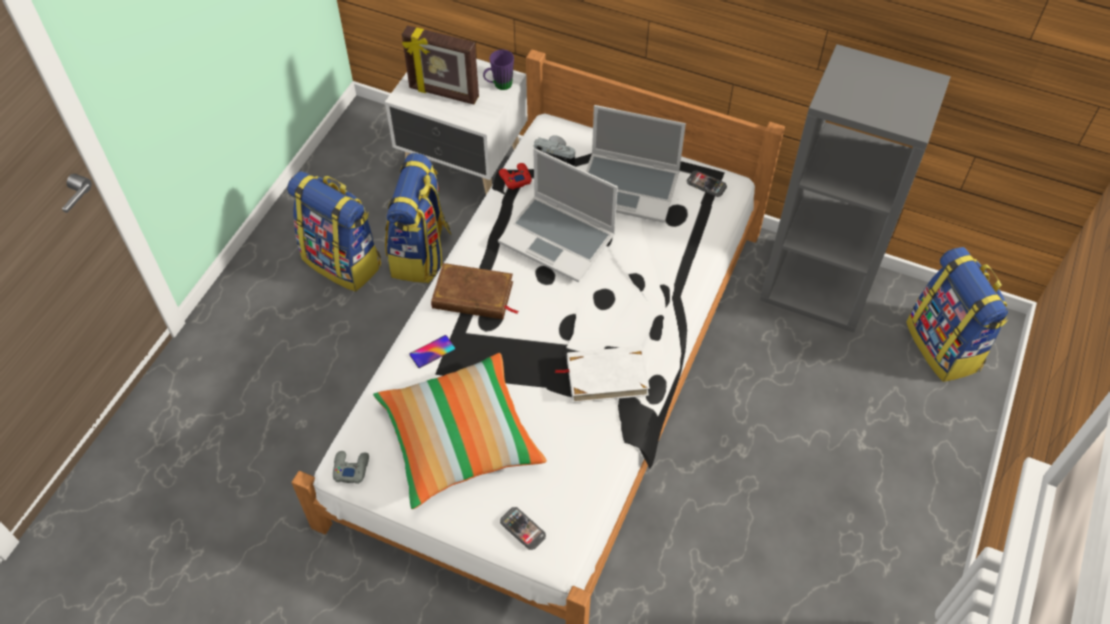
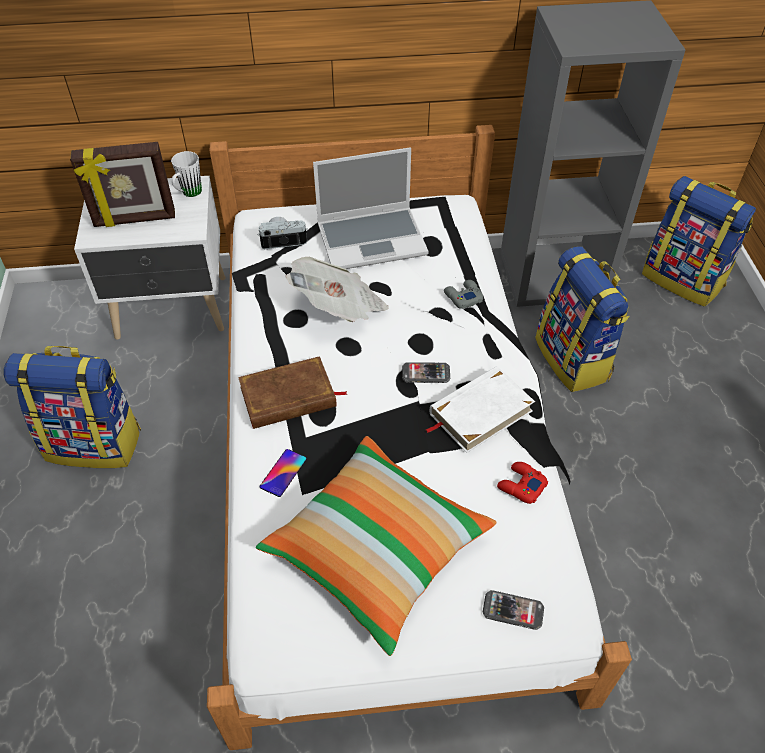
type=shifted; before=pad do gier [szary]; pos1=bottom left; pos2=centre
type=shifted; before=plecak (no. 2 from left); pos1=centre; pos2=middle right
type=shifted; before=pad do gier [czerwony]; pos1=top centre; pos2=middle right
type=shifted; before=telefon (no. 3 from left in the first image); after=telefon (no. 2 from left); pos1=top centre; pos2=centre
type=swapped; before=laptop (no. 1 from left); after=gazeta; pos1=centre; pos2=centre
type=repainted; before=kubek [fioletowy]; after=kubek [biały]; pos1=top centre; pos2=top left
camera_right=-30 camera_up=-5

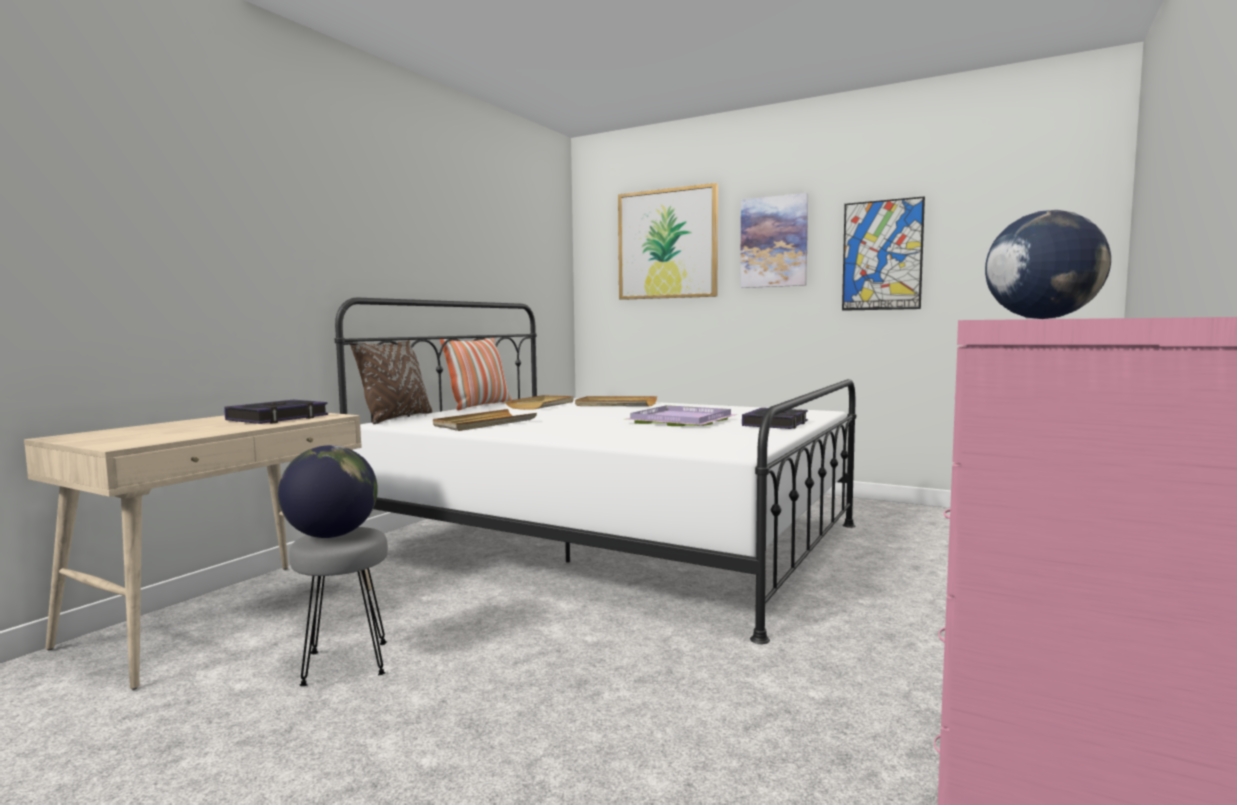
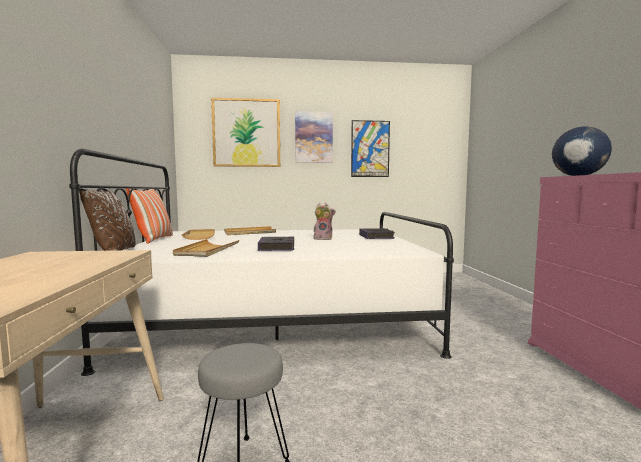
type=gone; before=globus (no. 1 from left); pos1=middle left
type=shifted; before=książka (no. 1 from left); pos1=middle left; pos2=centre
type=swapped; before=taca [fioletowy]; after=pluszak; pos1=centre; pos2=centre
camera_right=-35 camera_up=0

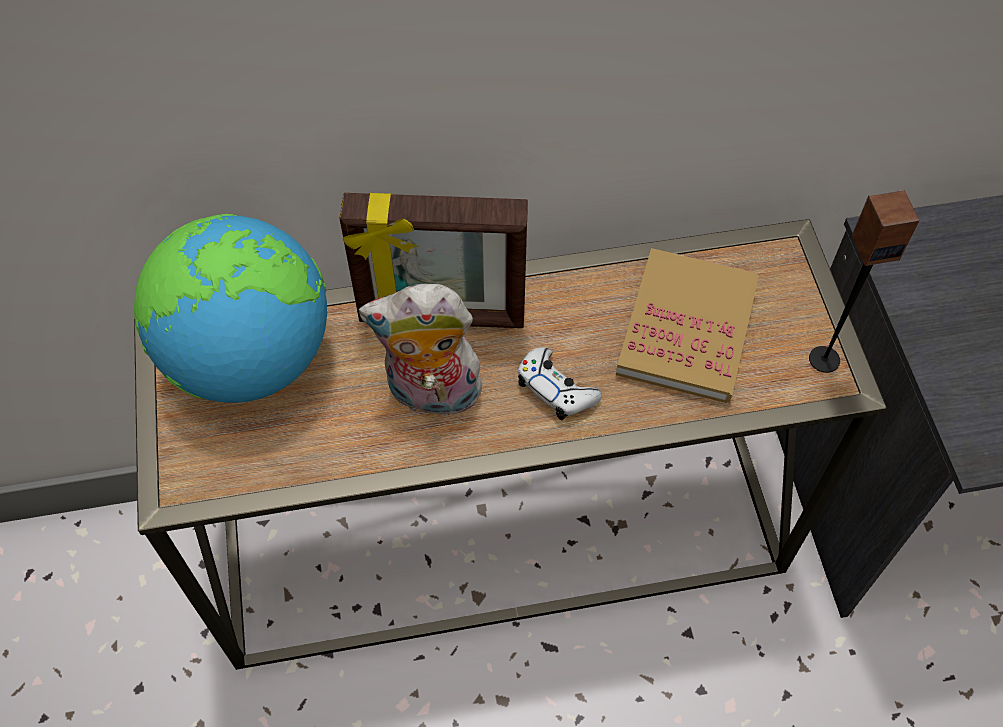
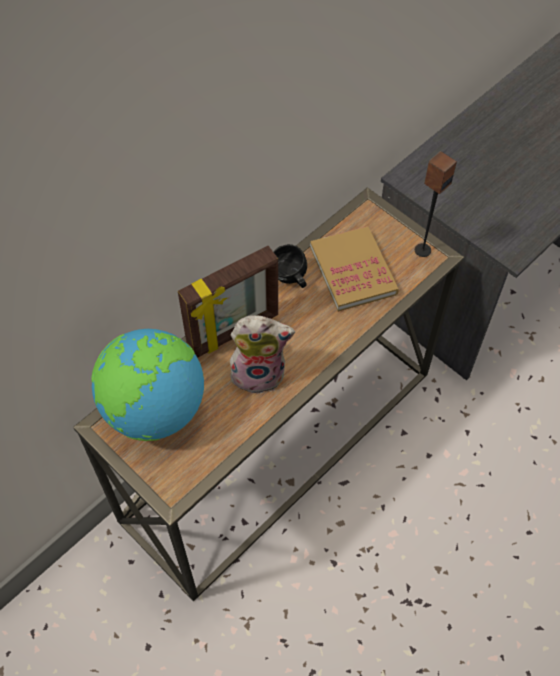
type=gone; before=pad do gier [biały]; pos1=centre
type=new; after=kubek [czarny]; pos2=centre
type=rotated; before=pluszak; pos1=centre; pos2=centre; turn=-150
camera_right=-35 camera_up=0

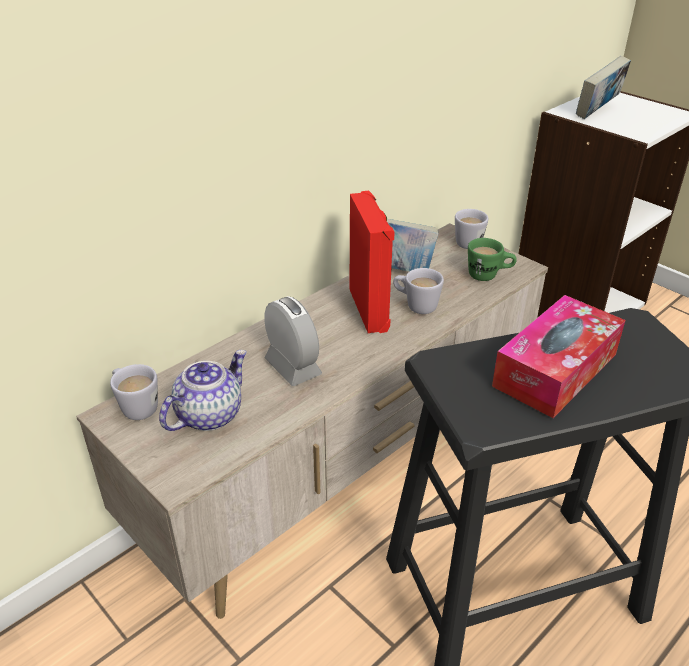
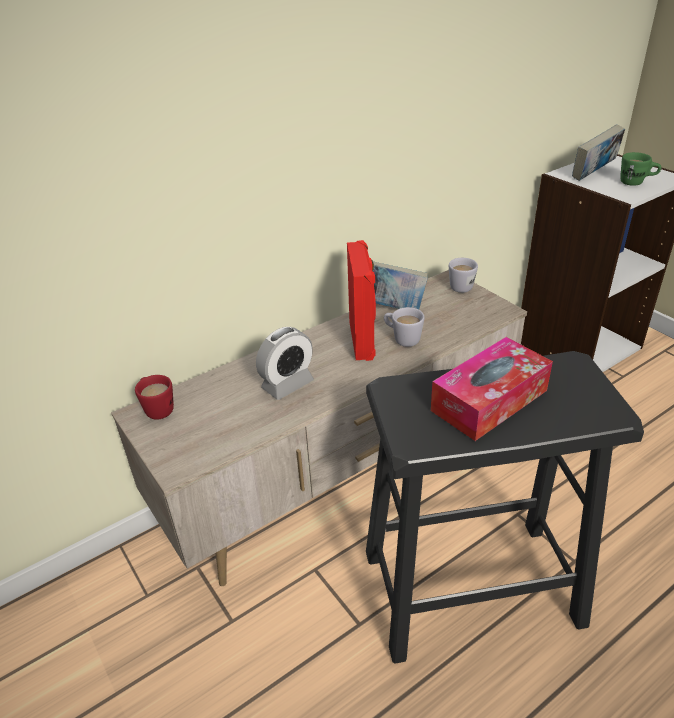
type=gone; before=imbryk; pos1=middle left
type=shifted; before=kubek [zielony]; pos1=middle right; pos2=top right
type=repainted; before=kubek [biały] (no. 1 from left); after=kubek [czerwony]; pos1=middle left; pos2=middle left
type=rotated; before=budzik; pos1=centre; pos2=centre; turn=75
camera_right=10 camera_up=0

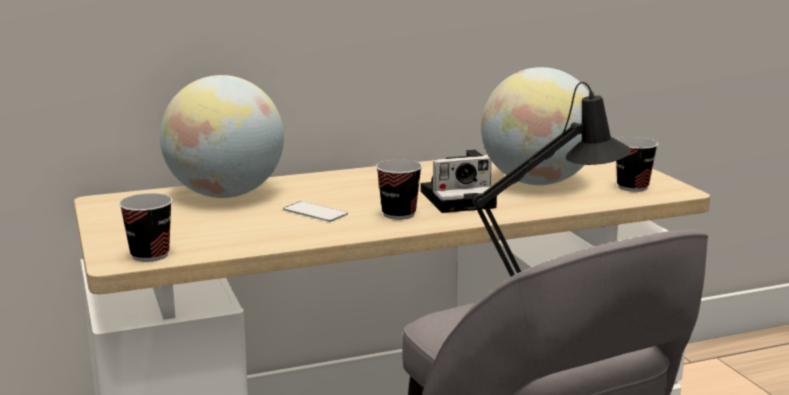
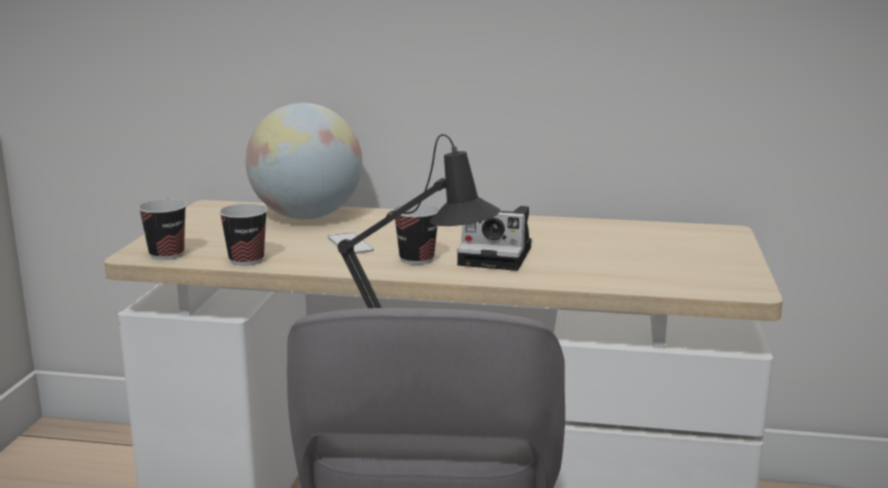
type=gone; before=globus (no. 2 from left); pos1=top right
type=shifted; before=filiżanka (no. 3 from left in the first image); after=filiżanka (no. 2 from left); pos1=middle right; pos2=middle left
camera_right=30 camera_up=0

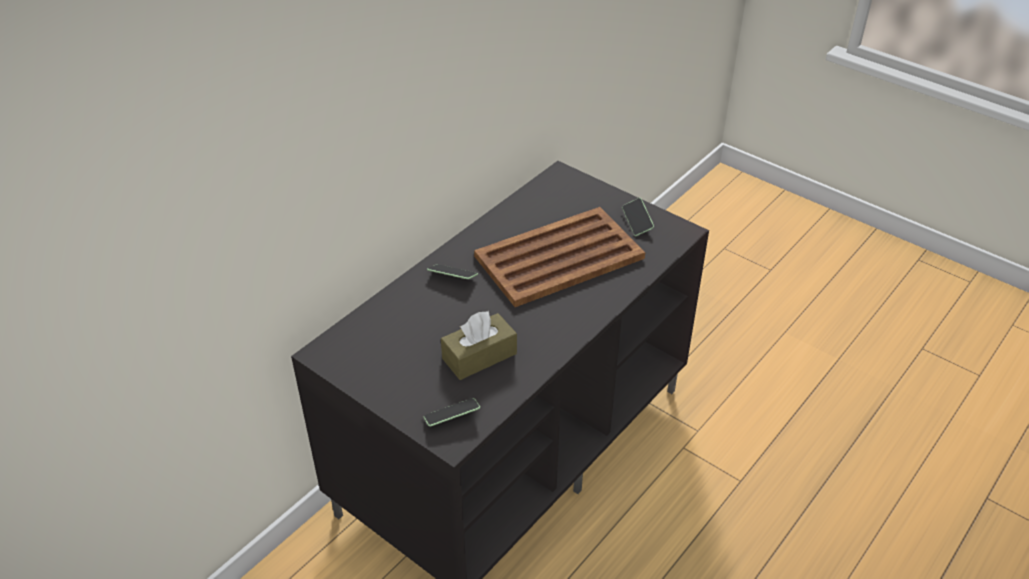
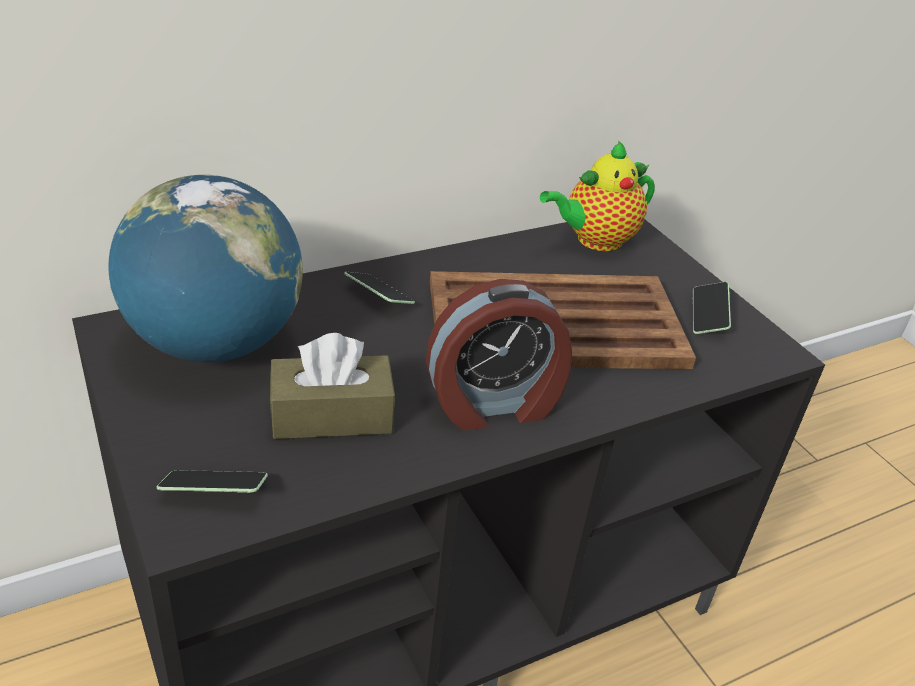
type=new; after=globus; pos2=middle left
type=new; after=budzik; pos2=centre
type=new; after=imbryk; pos2=top centre
camera_right=20 camera_up=-5

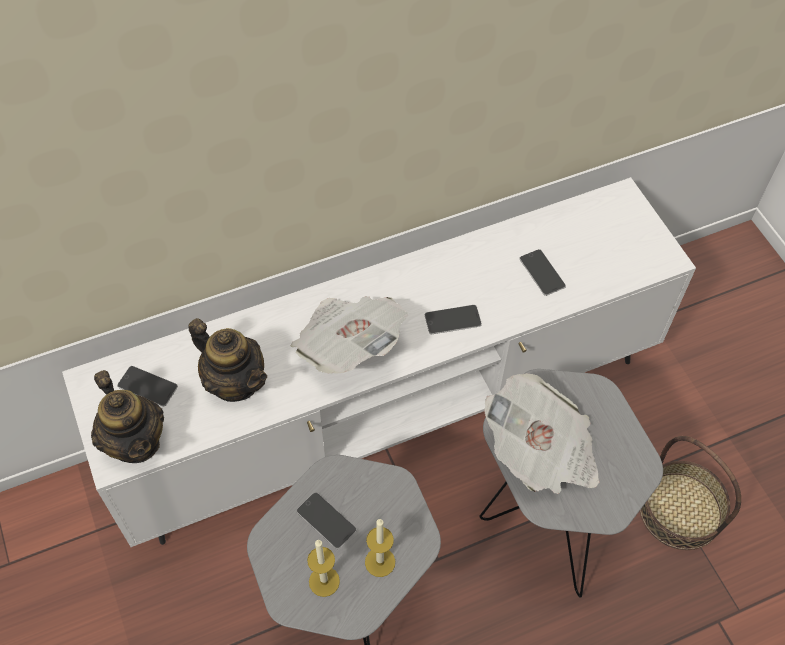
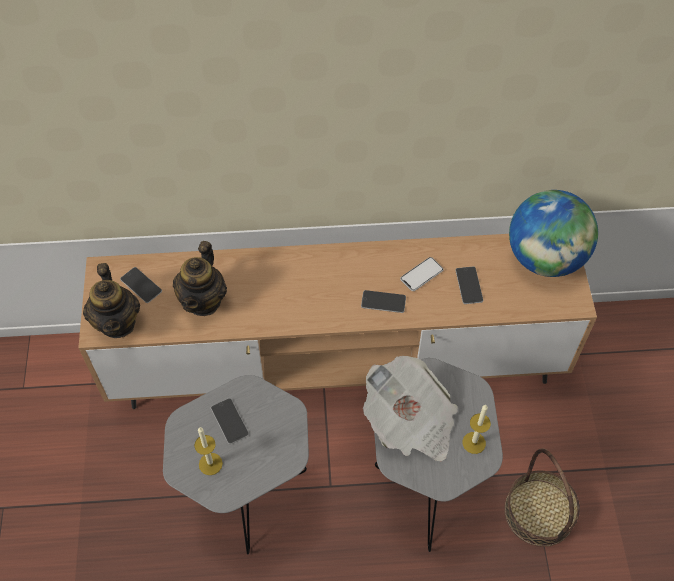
type=gone; before=gazeta (no. 1 from left); pos1=centre
type=new; after=telefon (no. 4 from left); pos2=centre
type=new; after=globus; pos2=middle right
type=shifted; before=świeca (no. 2 from left); pos1=bottom centre; pos2=bottom right
type=repainted; before=szafka pod telewizor [biały]; after=szafka pod telewizor [brązowy]; pos1=centre; pos2=centre
type=rotated; before=imbryk (no. 2 from left); pos1=middle left; pos2=middle left; turn=45
camera_right=20 camera_up=0

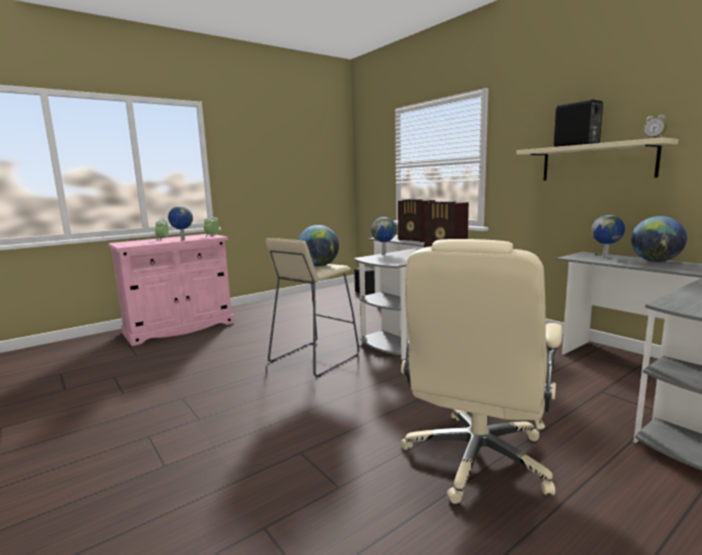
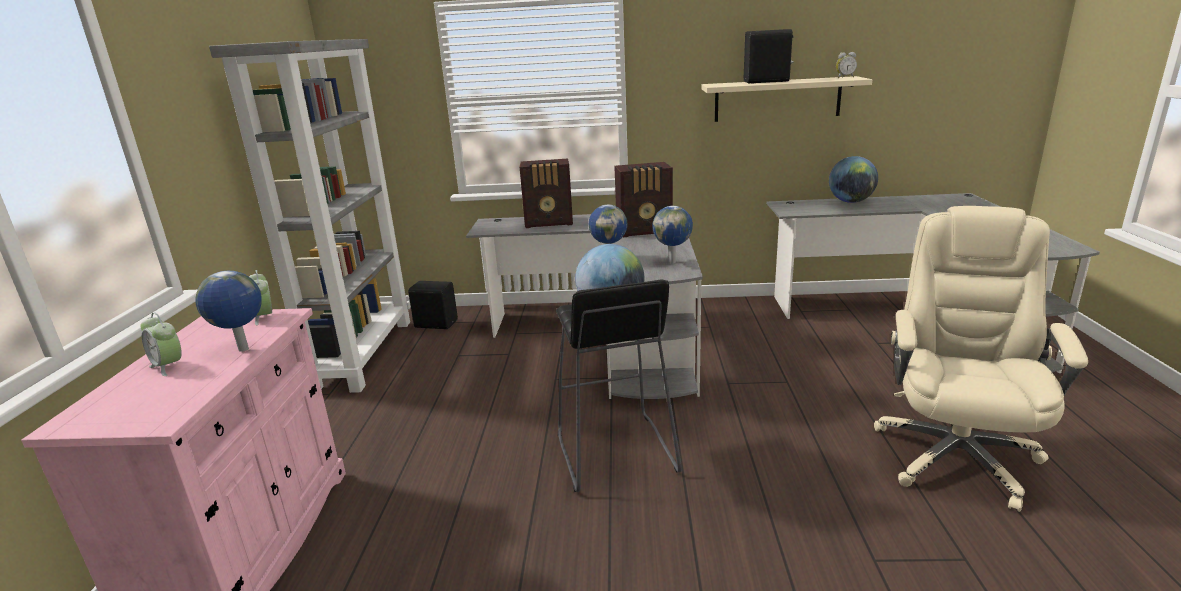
type=new; after=regał [szary]; pos2=middle left
type=shifted; before=globus (no. 4 from left); pos1=middle right; pos2=centre
type=repainted; before=stołek [beżowy]; after=stołek [czarny]; pos1=centre; pos2=centre
type=rotated; before=krzesło biurowe [beżowy]; pos1=bottom right; pos2=middle right; turn=-135
camera_right=-50 camera_up=10

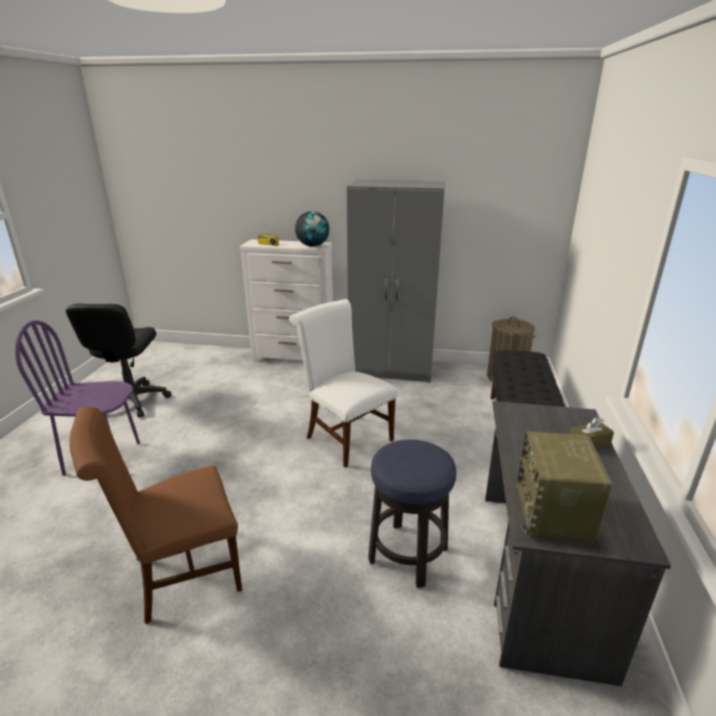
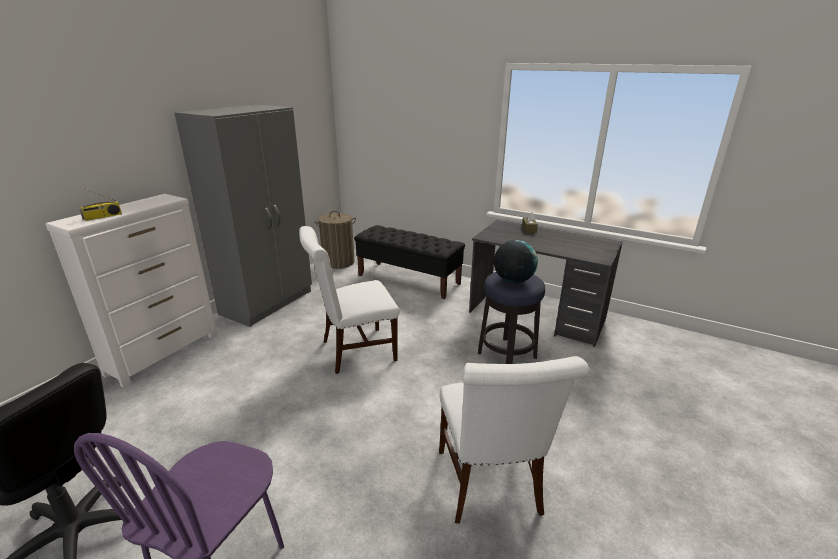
type=gone; before=radio (no. 2 from left); pos1=bottom right
type=shifted; before=globus; pos1=top centre; pos2=centre
type=repainted; before=krzesło [brązowy]; after=krzesło [biały] (no. 2 from left); pos1=bottom left; pos2=bottom centre
camera_right=-70 camera_up=0

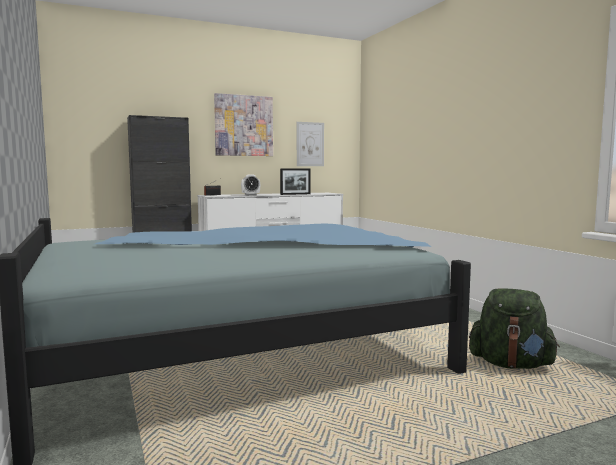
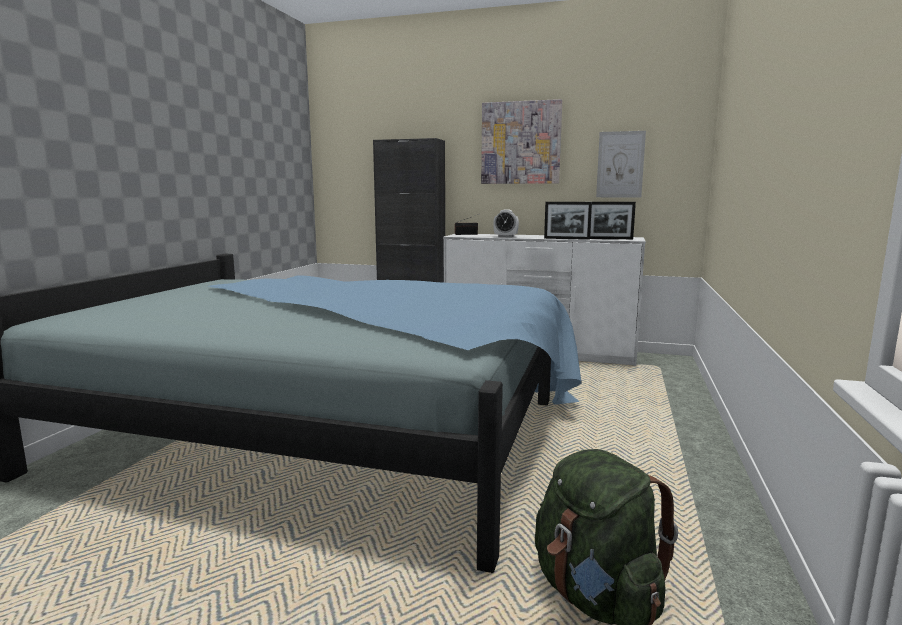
type=new; after=ramka na zdjęcie (no. 2 from left); pos2=middle right
camera_right=40 camera_up=5

